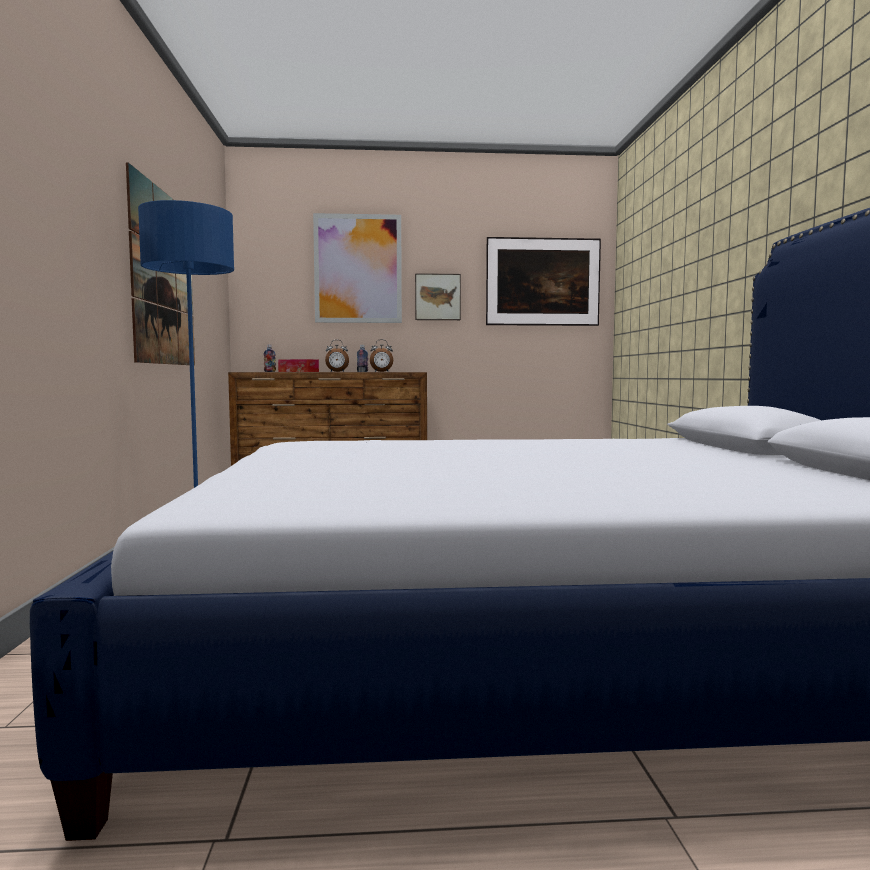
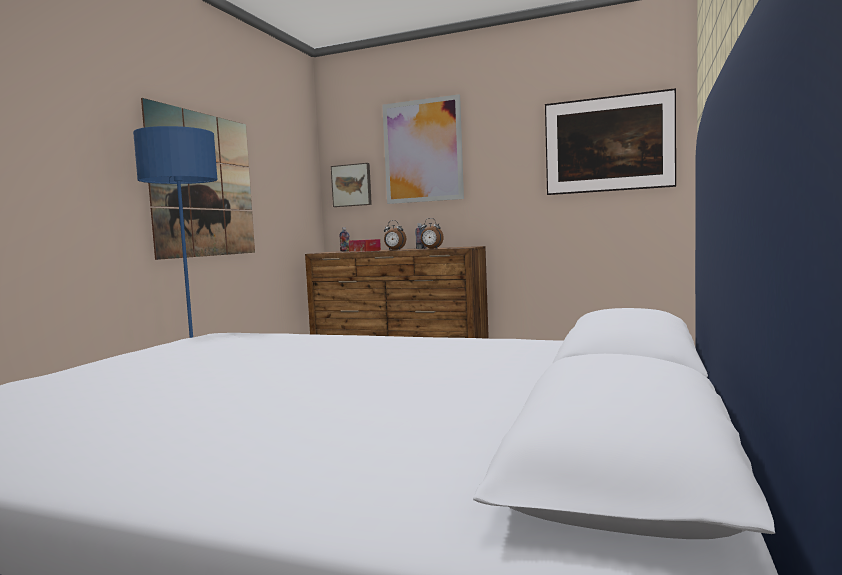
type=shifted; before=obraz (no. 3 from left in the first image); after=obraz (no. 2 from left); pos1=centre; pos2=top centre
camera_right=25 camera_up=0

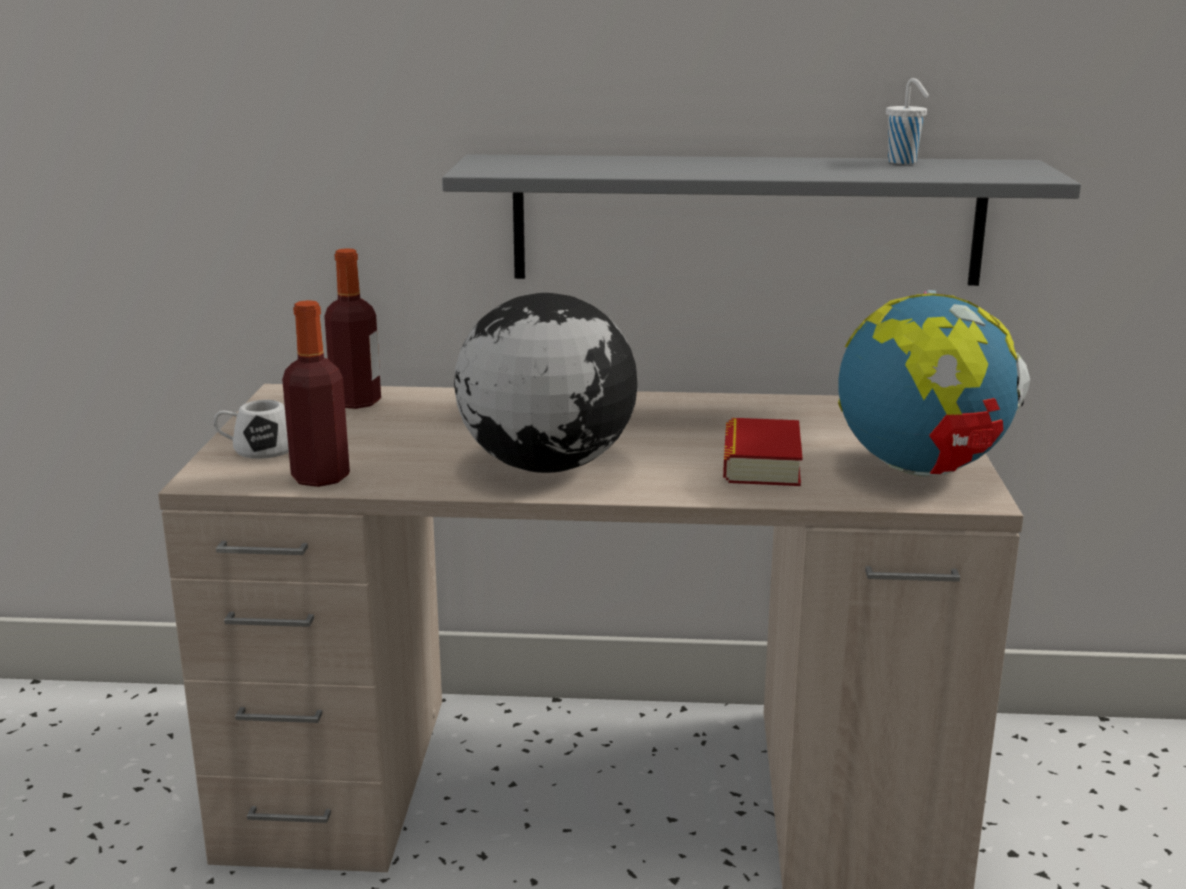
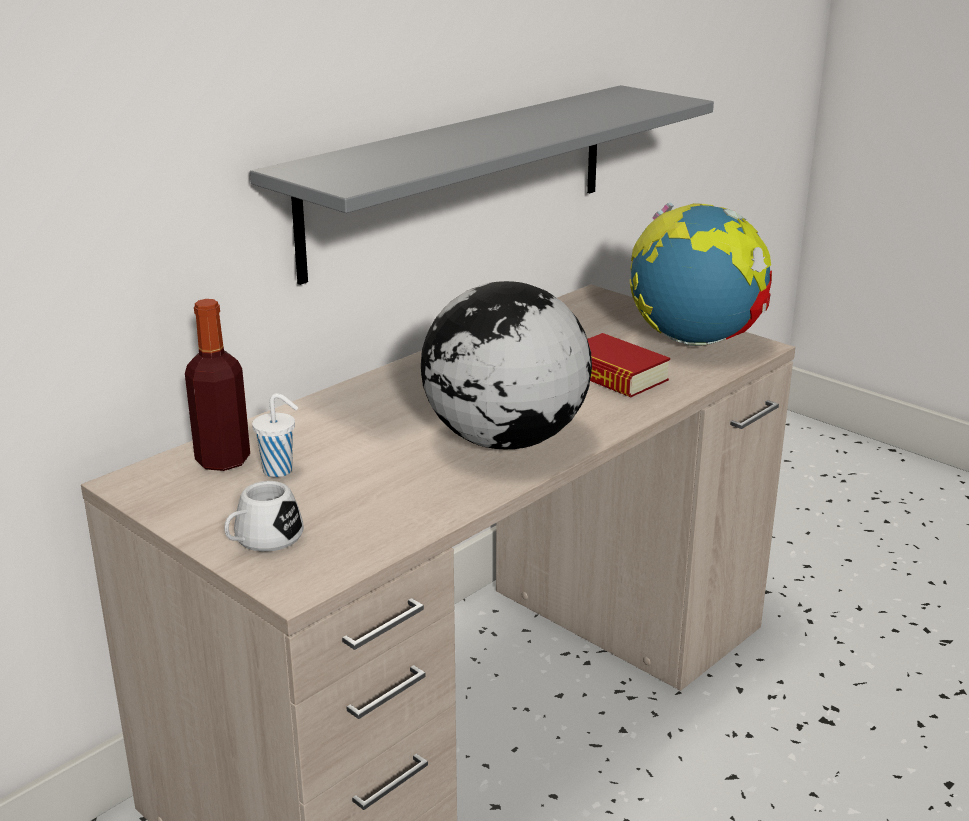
type=gone; before=butelka (no. 1 from left); pos1=middle left
type=shifted; before=filiżanka [biały]; pos1=top right; pos2=middle left
camera_right=-50 camera_up=5

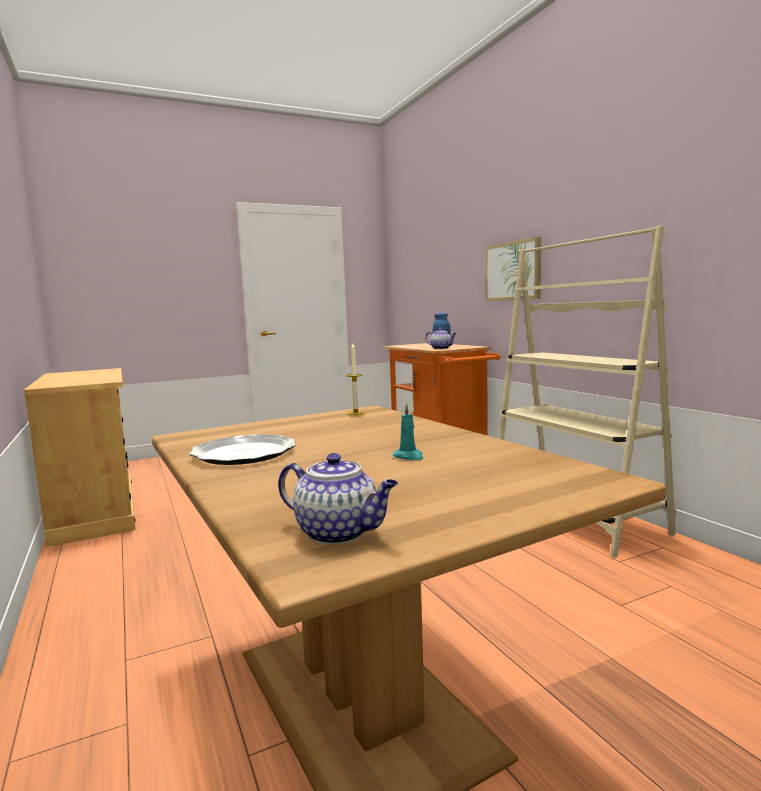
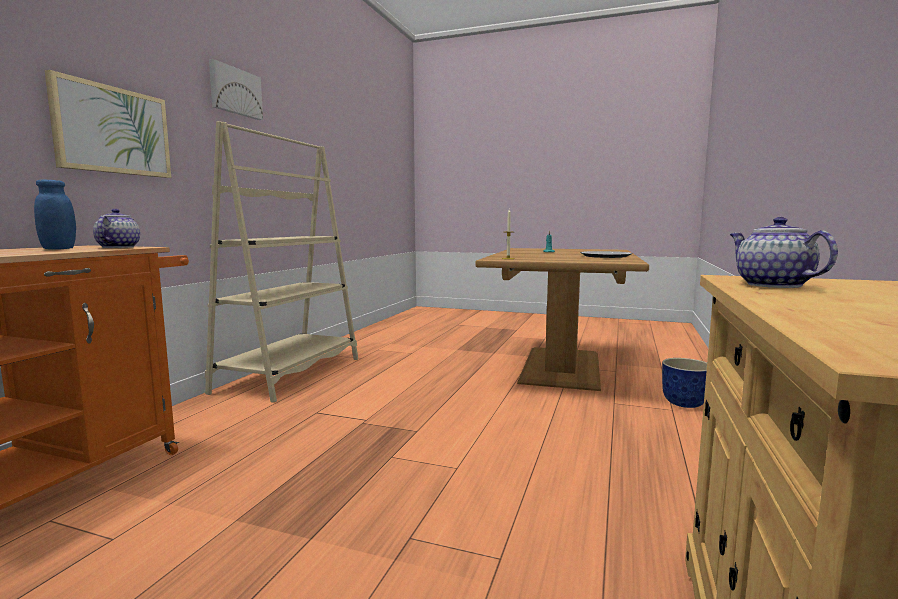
type=new; after=obraz (no. 2 from left); pos2=top left
type=new; after=donica; pos2=middle right
type=shifted; before=imbryk (no. 1 from left in the first image); after=imbryk (no. 2 from left); pos1=centre; pos2=middle right
camera_right=-135 camera_up=0

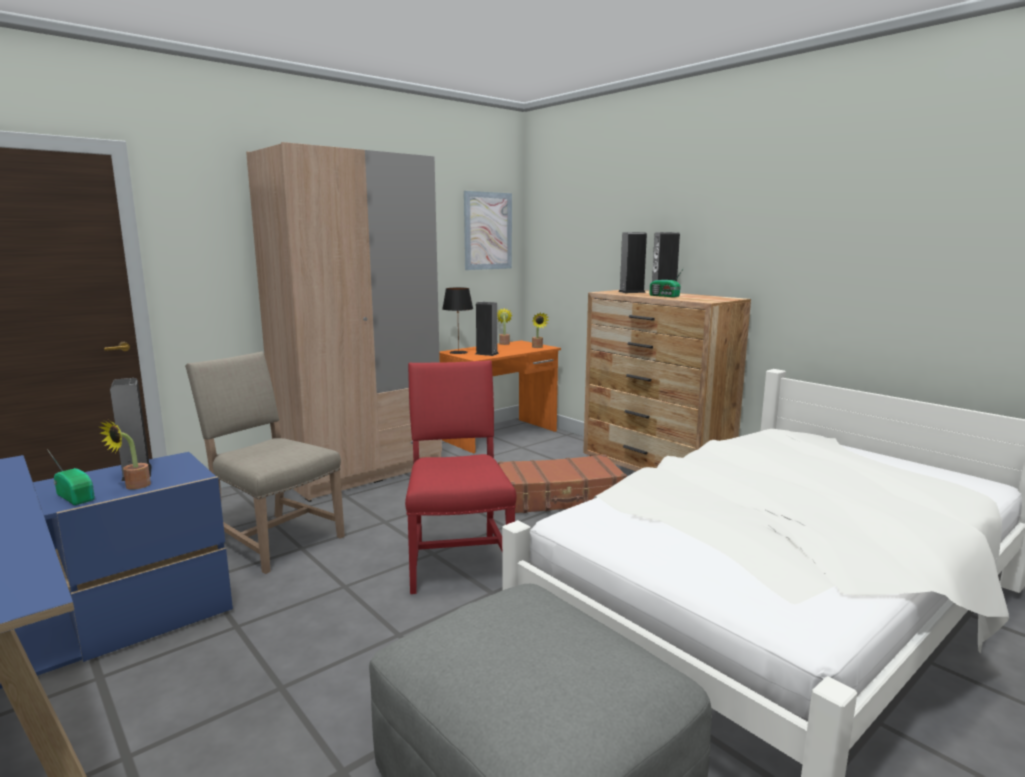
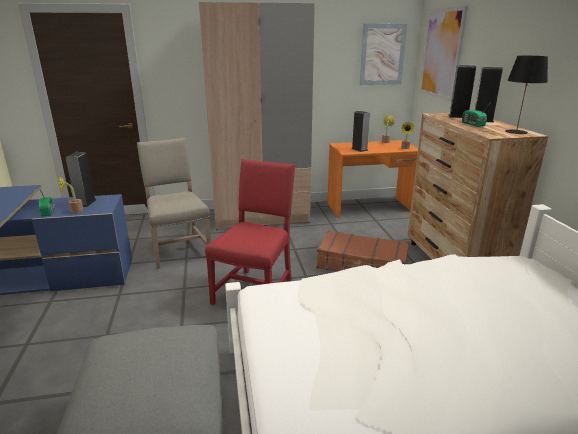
type=new; after=obraz (no. 2 from left); pos2=top right
type=shifted; before=lampa stołowa [czarny]; pos1=centre; pos2=top right
camera_right=30 camera_up=10

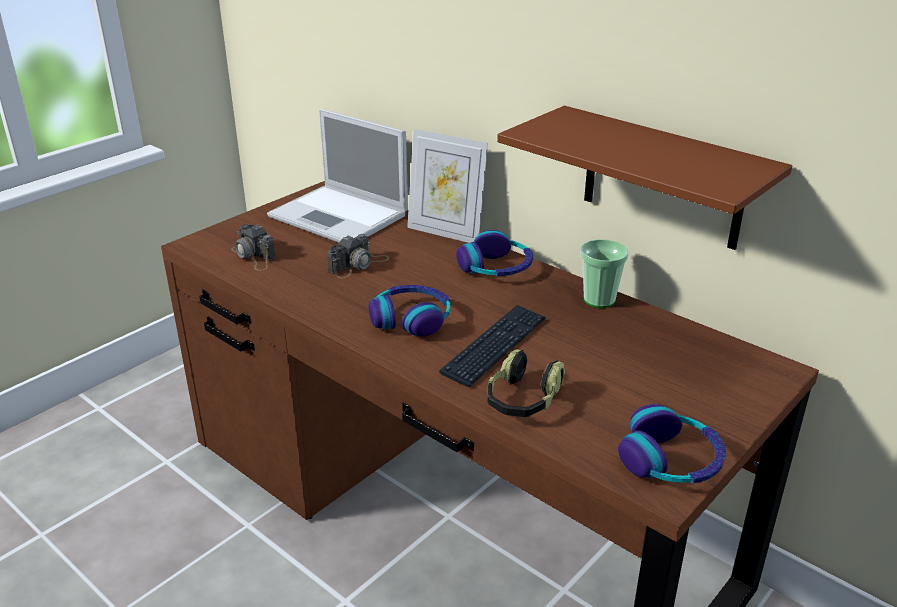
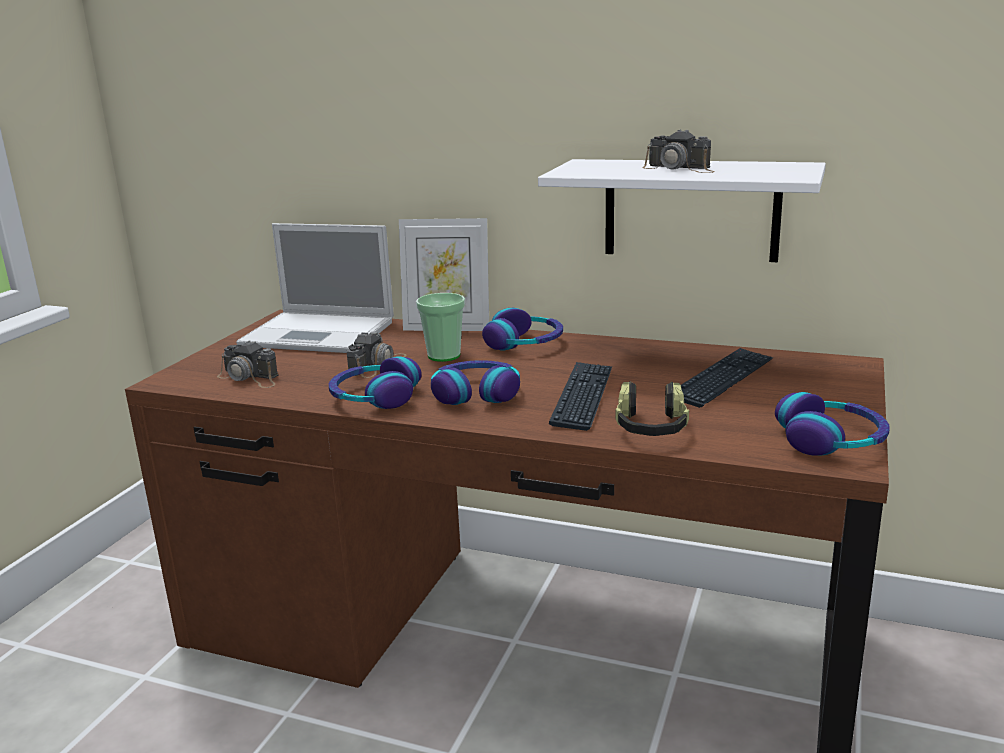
type=new; after=słuchawki (no. 1 from left); pos2=centre
type=new; after=aparat fotograficzny (no. 3 from left); pos2=top right
type=new; after=klawiatura (no. 2 from left); pos2=middle right
type=shifted; before=filiżanka; pos1=middle right; pos2=centre
type=repainted; before=półka [brązowy]; after=półka [biały]; pos1=top right; pos2=top right
camera_right=-20 camera_up=-10

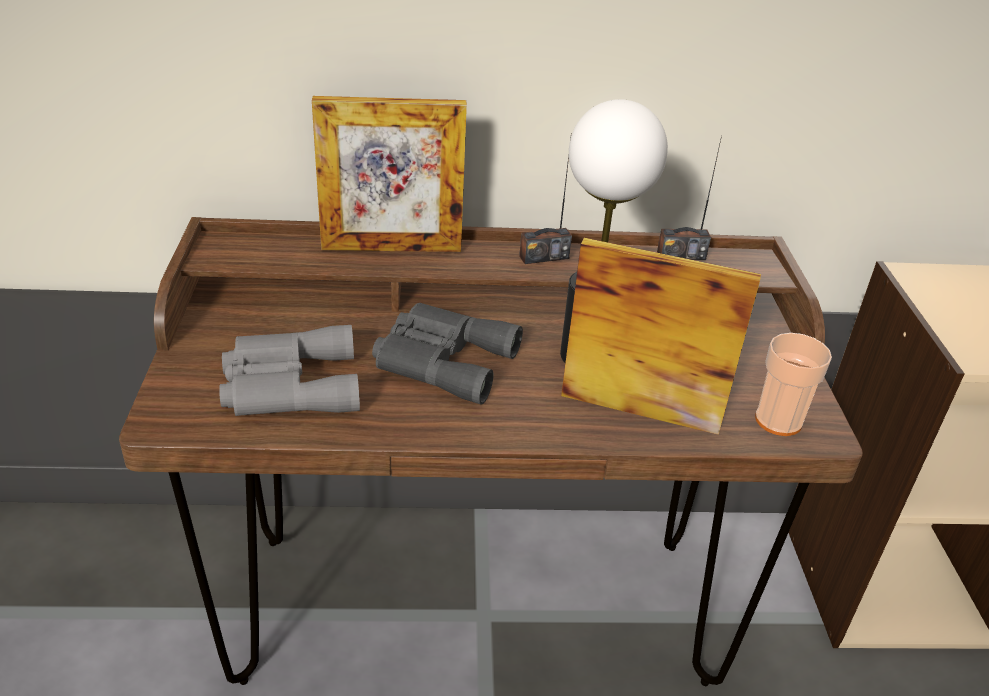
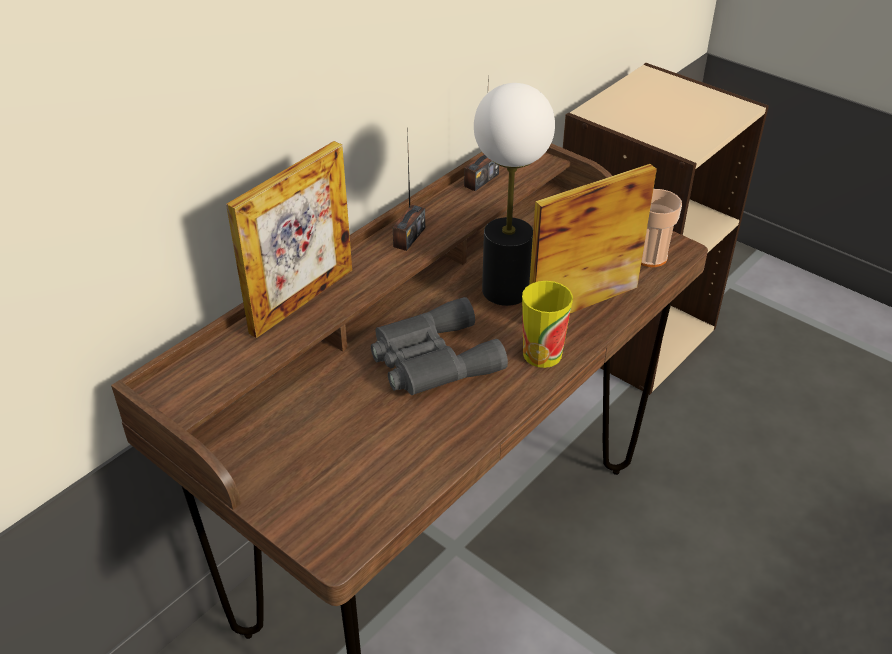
type=gone; before=lornetka [szary] (no. 1 from left); pos1=middle left
type=new; after=filiżanka (no. 1 from left); pos2=centre
camera_right=-45 camera_up=5

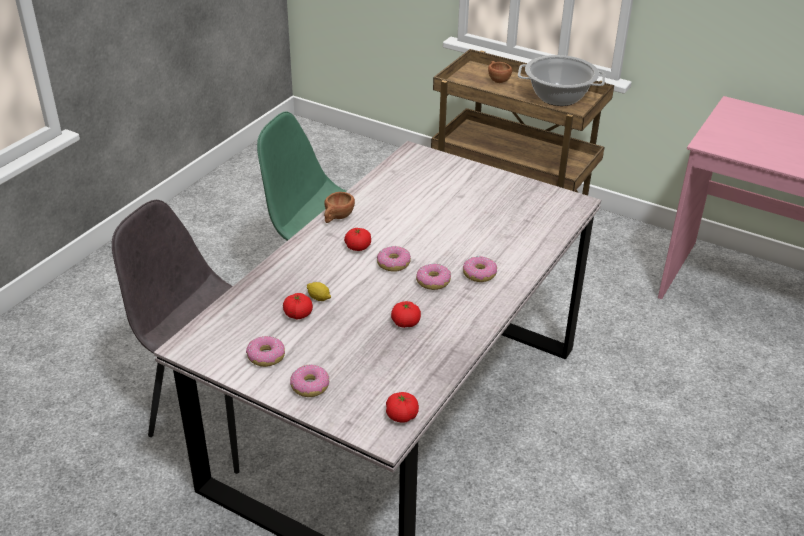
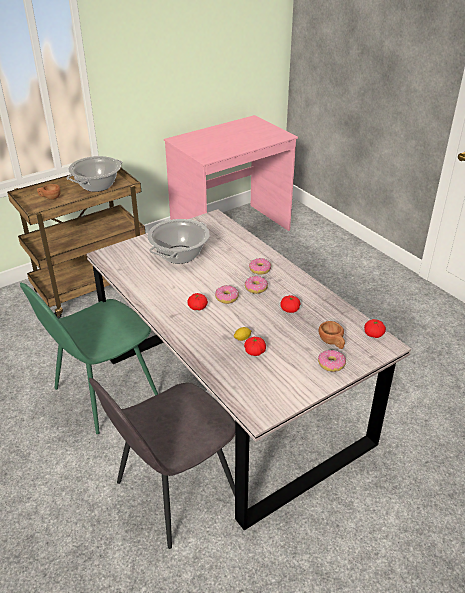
type=gone; before=donut (no. 1 from left); pos1=middle left
type=new; after=garnek (no. 2 from left); pos2=centre
type=shifted; before=filiżanka [brązowy] (no. 1 from left in the first image); after=filiżanka [brązowy] (no. 2 from left); pos1=centre; pos2=middle right
camera_right=-65 camera_up=0

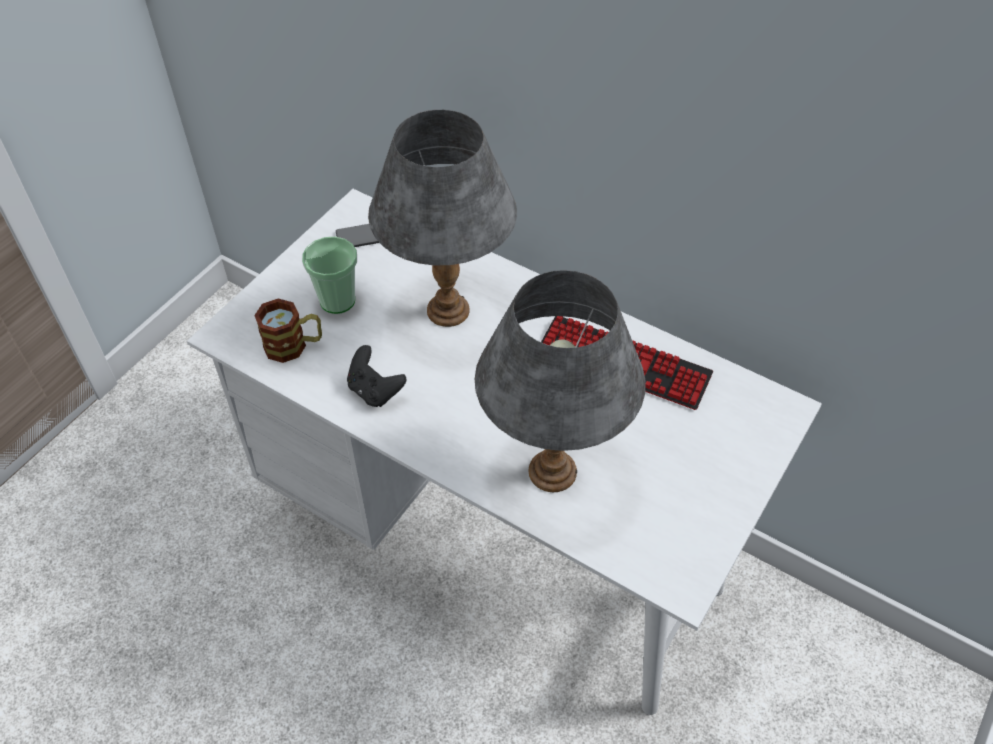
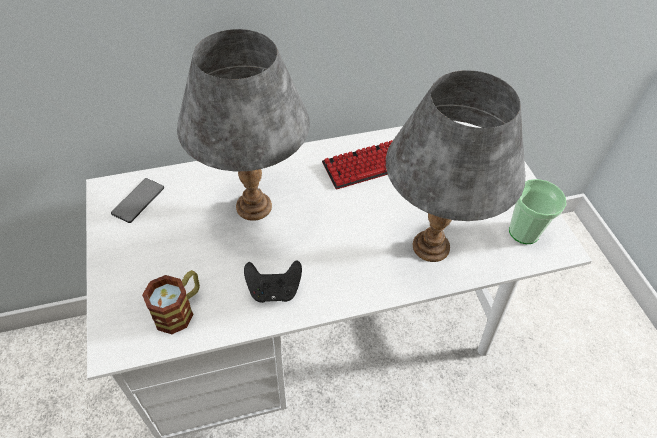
type=shifted; before=filiżanka; pos1=middle left; pos2=middle right
camera_right=-50 camera_up=0

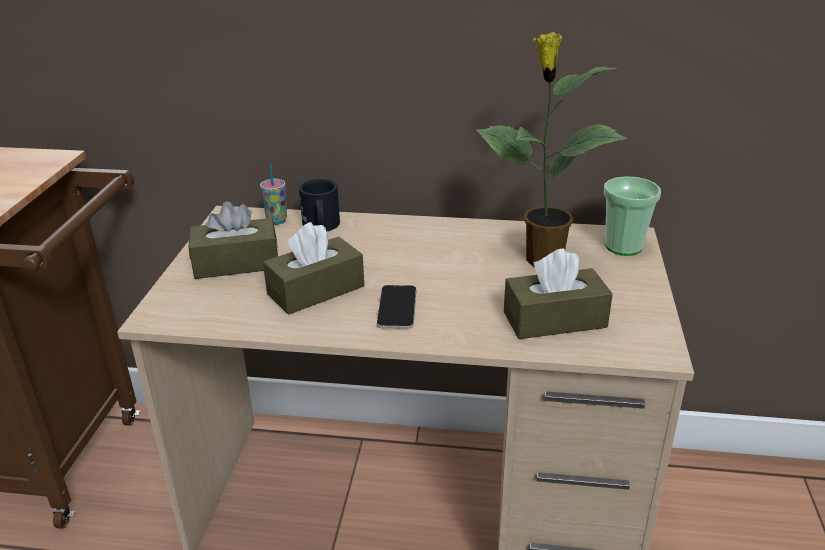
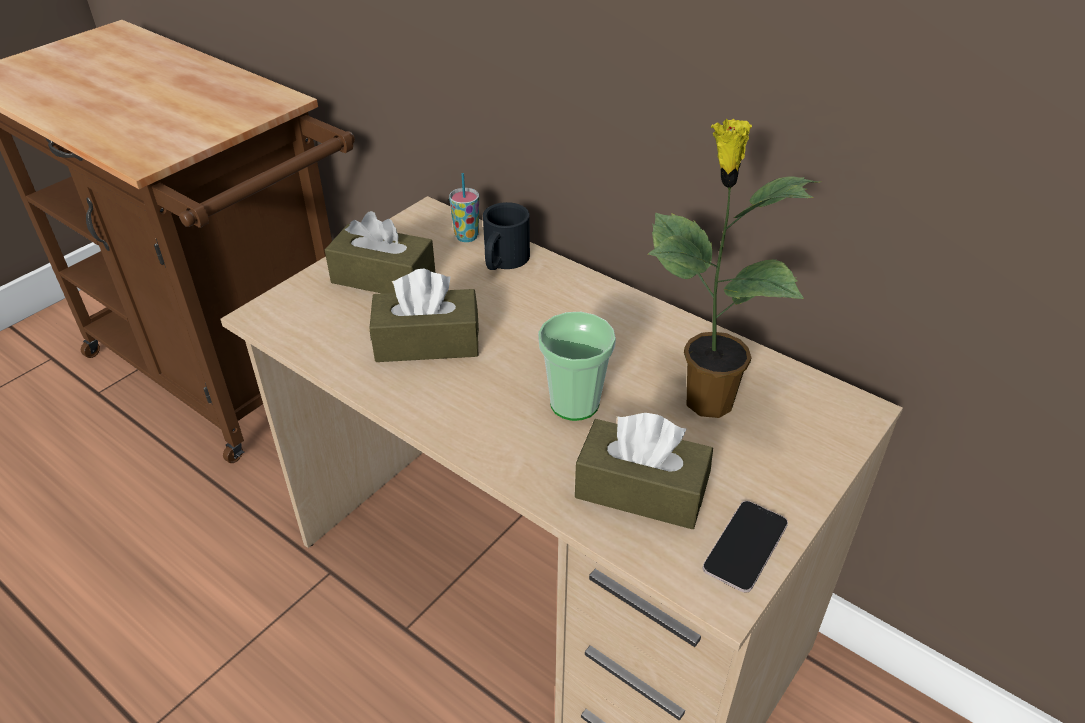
type=shifted; before=telefon; pos1=centre; pos2=bottom right
type=shifted; before=filiżanka (no. 2 from left); pos1=middle right; pos2=centre
camera_right=30 camera_up=10

